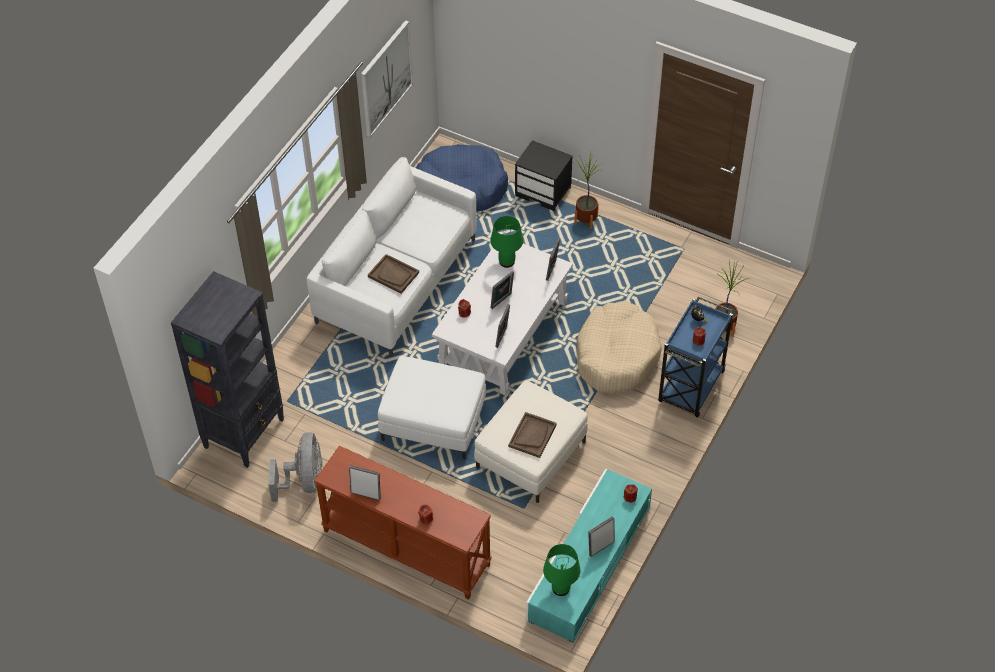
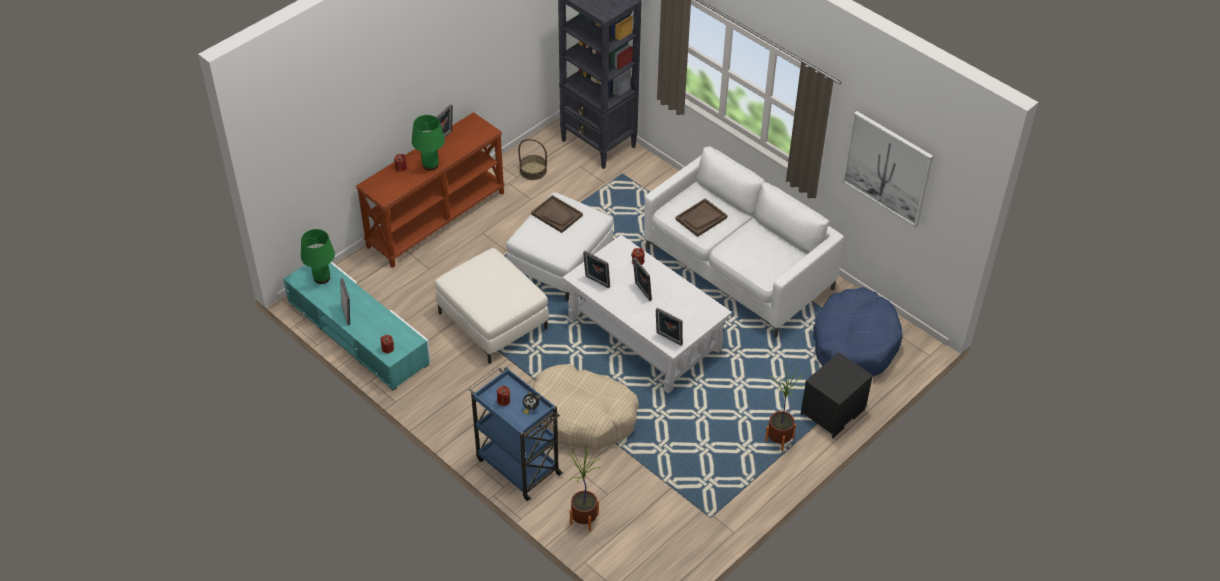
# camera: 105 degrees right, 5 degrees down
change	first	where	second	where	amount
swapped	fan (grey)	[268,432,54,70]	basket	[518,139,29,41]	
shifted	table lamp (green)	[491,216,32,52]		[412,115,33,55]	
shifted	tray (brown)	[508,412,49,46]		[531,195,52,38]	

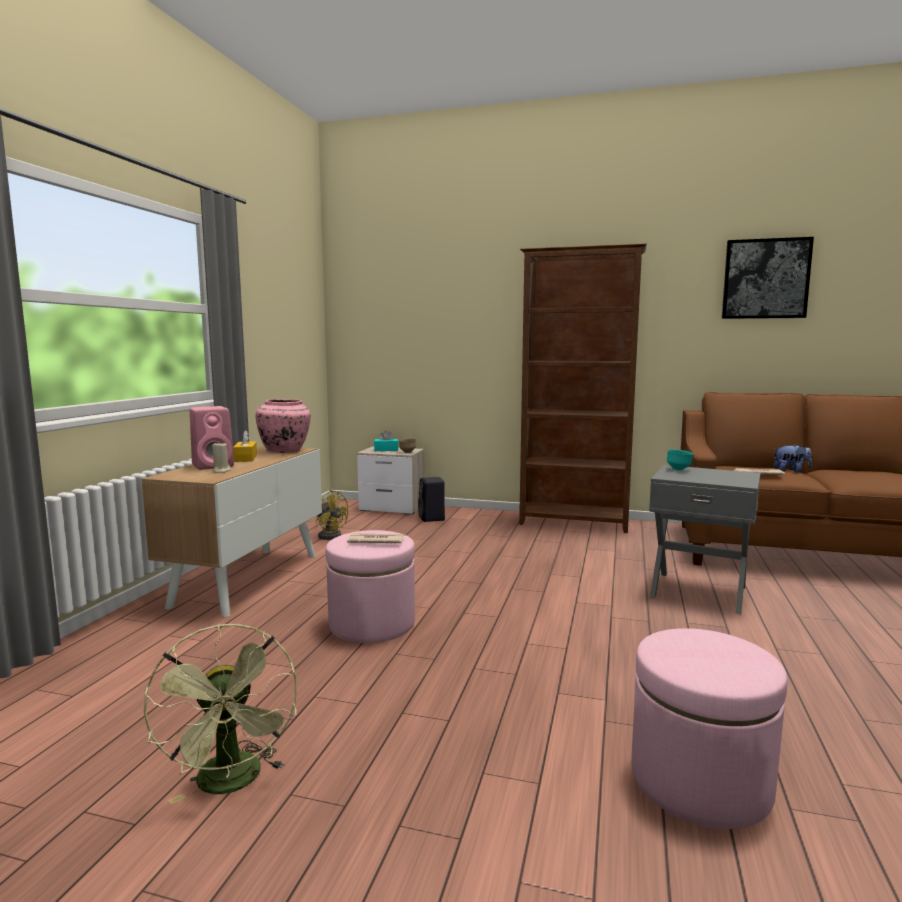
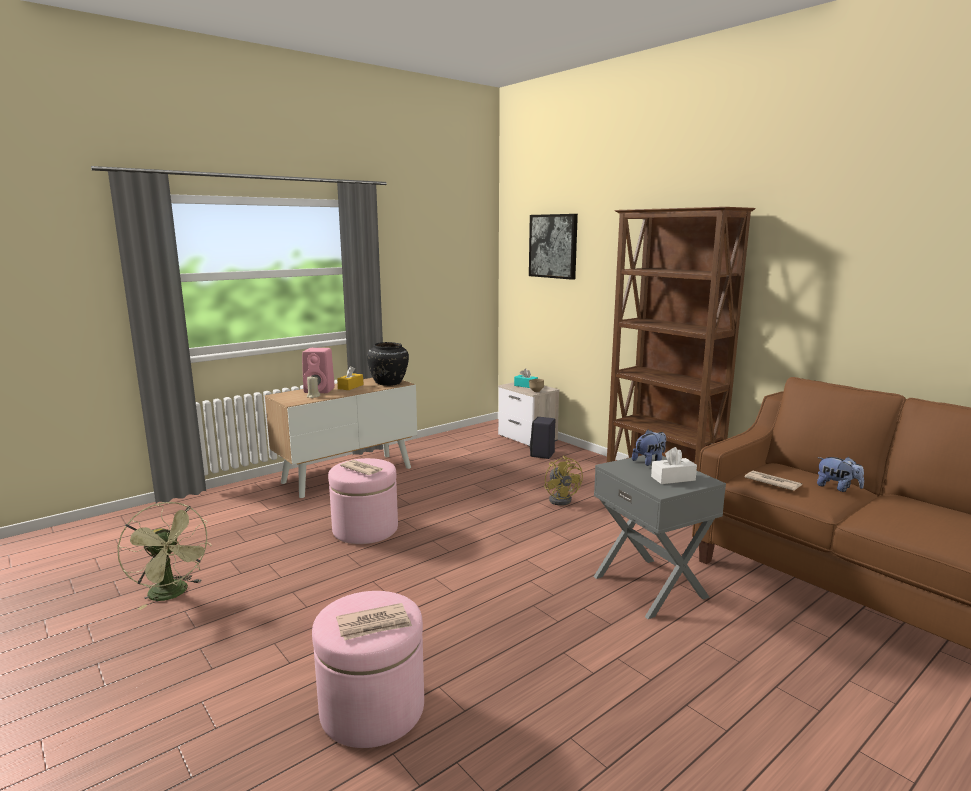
# camera: 35 degrees right, 5 degrees up
change	first	where	second	where	amount
rotated	fan (green)	[144,624,153,180]		[118,502,94,108]	60 degrees counterclockwise
repainted	vase (pink)	[256,399,55,54]	vase (black)	[367,342,42,44]	
shifted	fan (yellow)	[316,489,32,51]		[544,456,39,50]	
swapped	bowl (turquoise)	[667,449,26,22]	plush toy	[632,430,34,36]	
shifted	picture	[722,237,92,82]		[529,214,49,66]	
new			newspaper	[336,603,76,37]	
new			tissue box (white)	[651,447,46,37]	

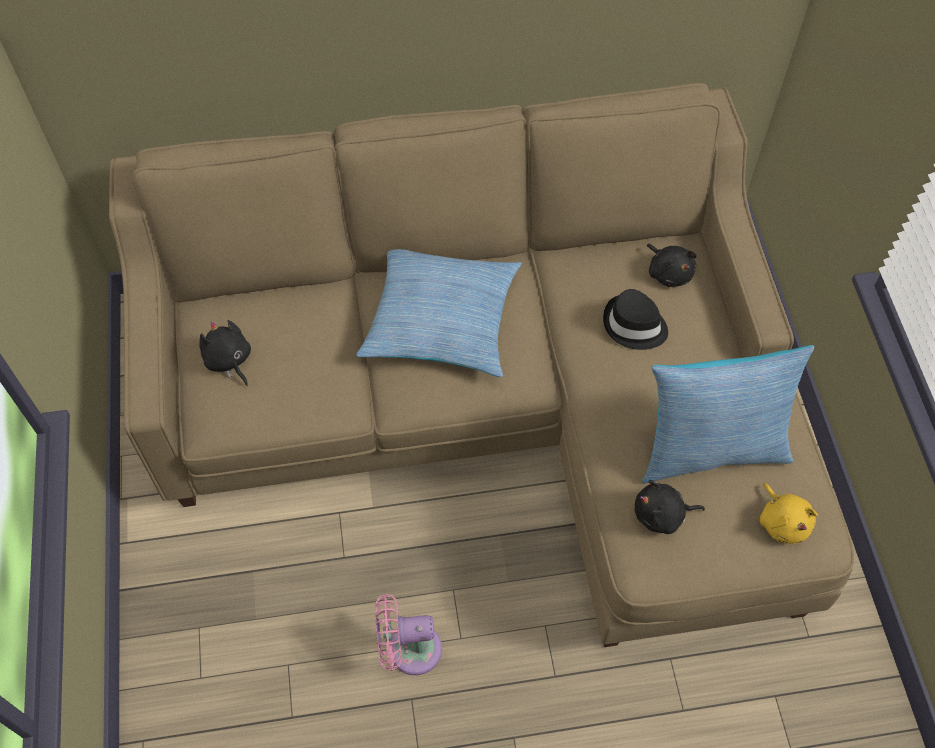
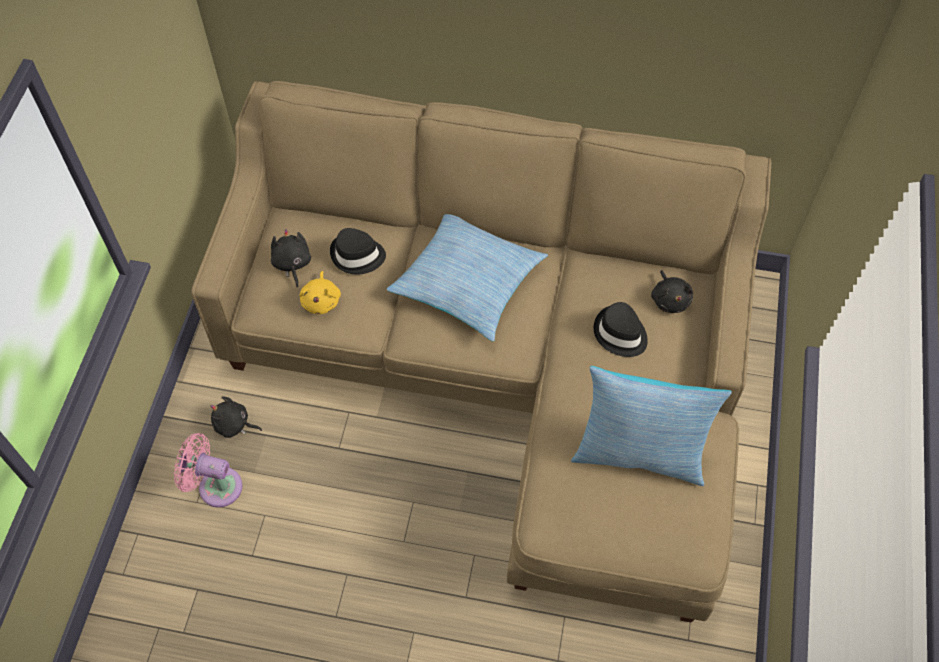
# camera: 20 degrees right, 0 degrees up
change	first	where	second	where	amount
shifted	fan (pink)	[375,594,67,81]		[174,433,69,75]	
shifted	plush toy (black)	[635,480,70,54]		[210,396,52,42]	
shifted	plush toy (yellow)	[760,483,58,61]		[299,271,42,43]	
new			hat (black)	[330,228,56,47]	

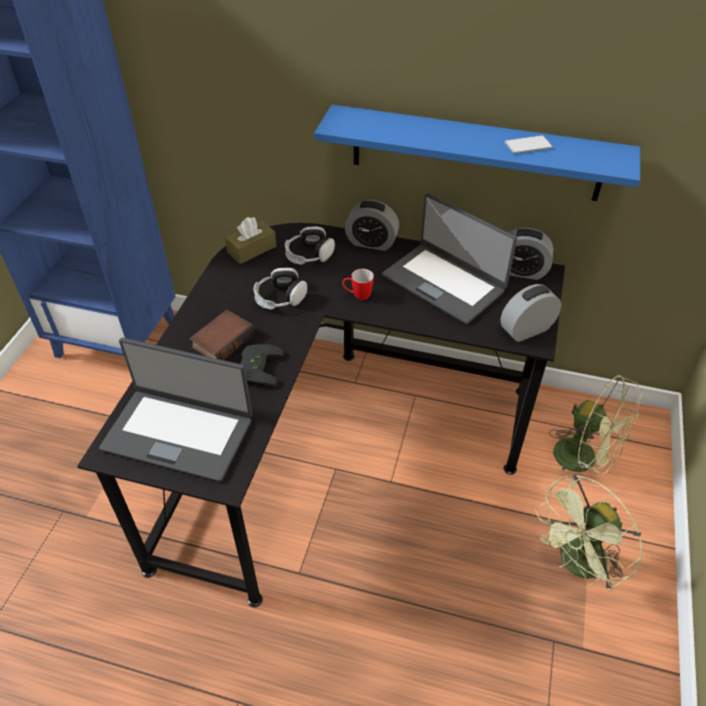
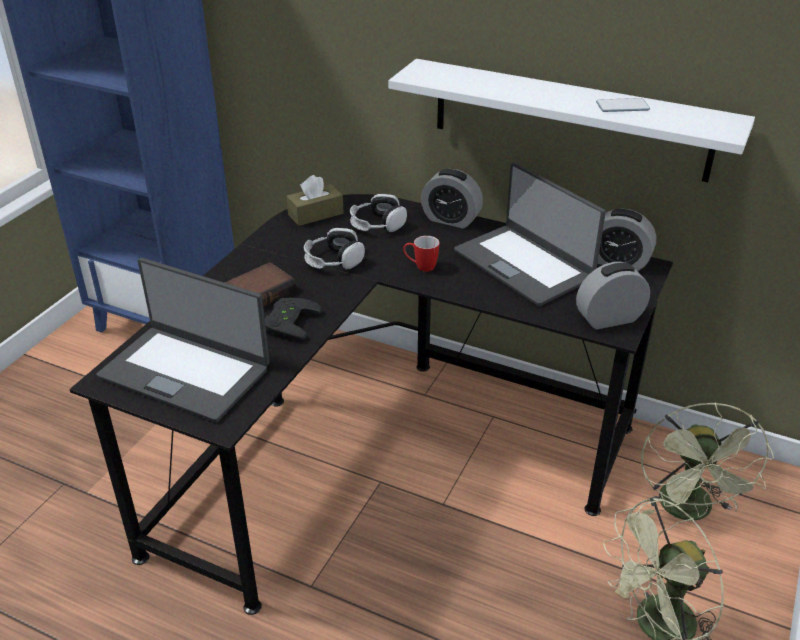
# camera: 10 degrees right, 10 degrees down
change	first	where	second	where	amount
repainted	shelf (blue)	[314,105,326,96]	shelf (white)	[389,59,366,123]	
rotated	fan (green)	[549,375,94,113]		[641,402,133,118]	45 degrees clockwise

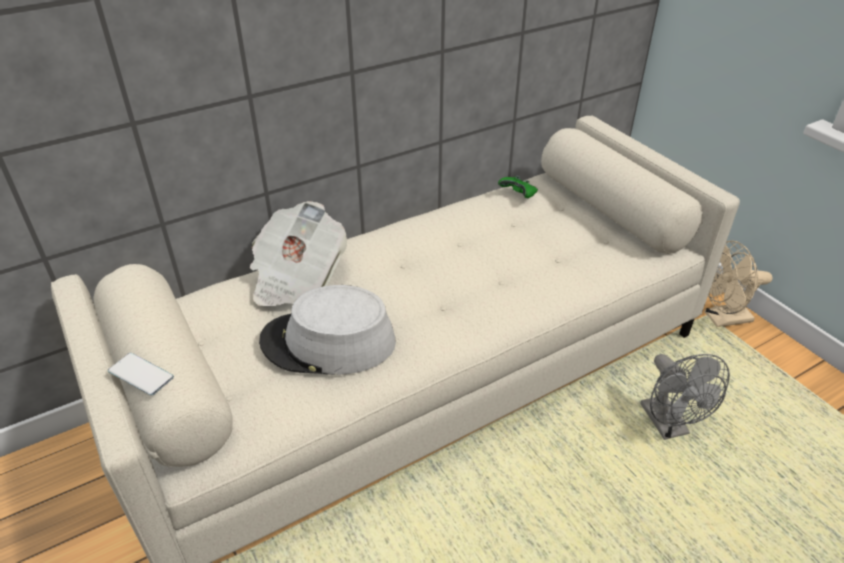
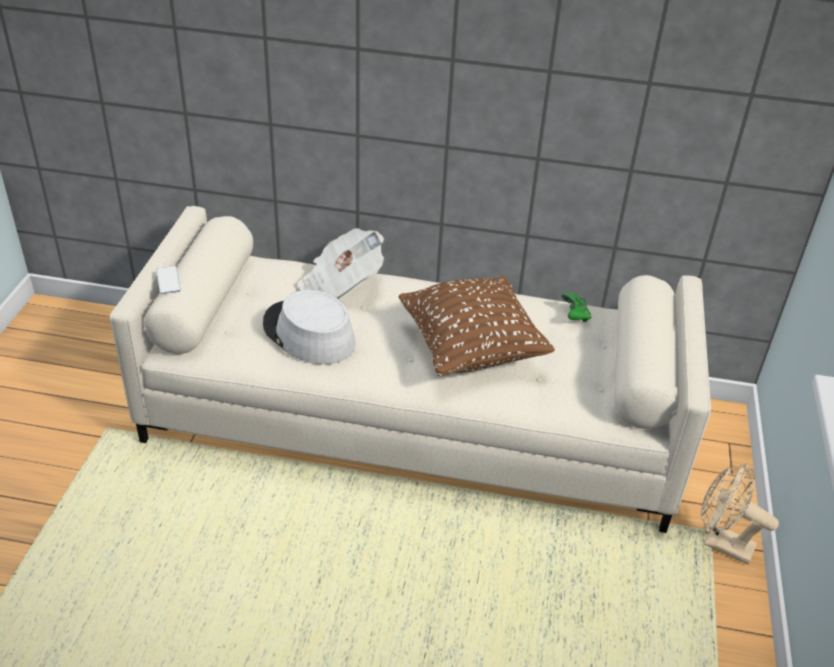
# camera: 40 degrees right, 0 degrees up
change	first	where	second	where	amount
gone	fan (grey)	[641,354,89,86]			
new			pillow (brown)	[398,276,157,100]	

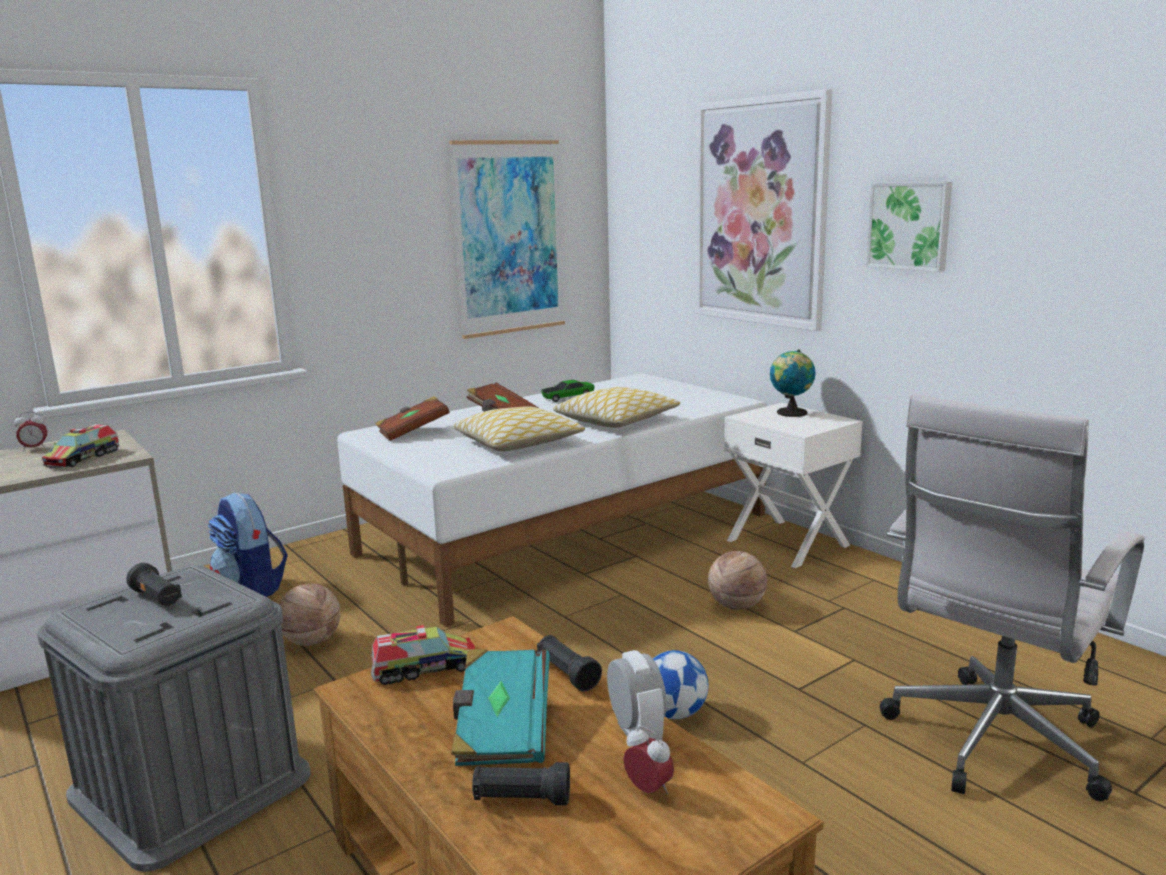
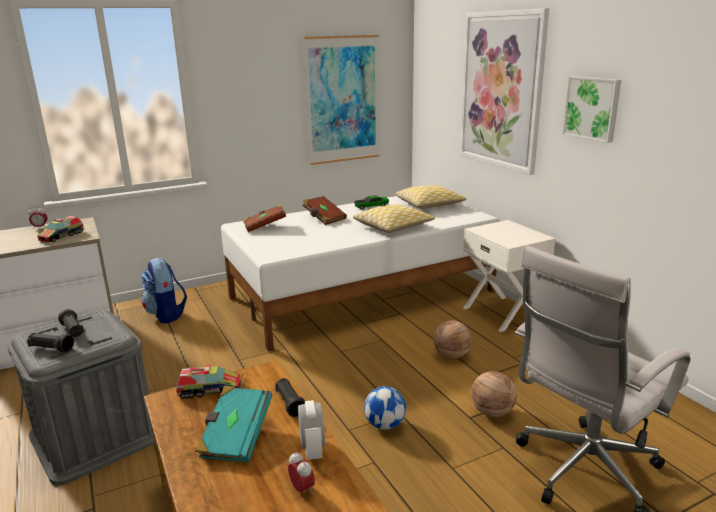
# camera: 10 degrees right, 5 degrees up
change	first	where	second	where	amount
shifted	basketball	[279,584,61,62]		[471,371,46,46]	
shifted	pillow	[453,406,132,45]		[395,185,71,24]	
shifted	flashlight (black)	[472,762,98,43]		[27,333,47,20]	
gone	globe	[770,350,45,67]			

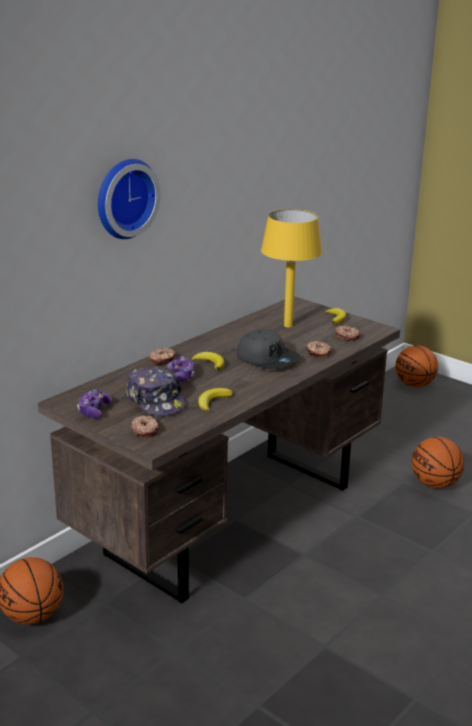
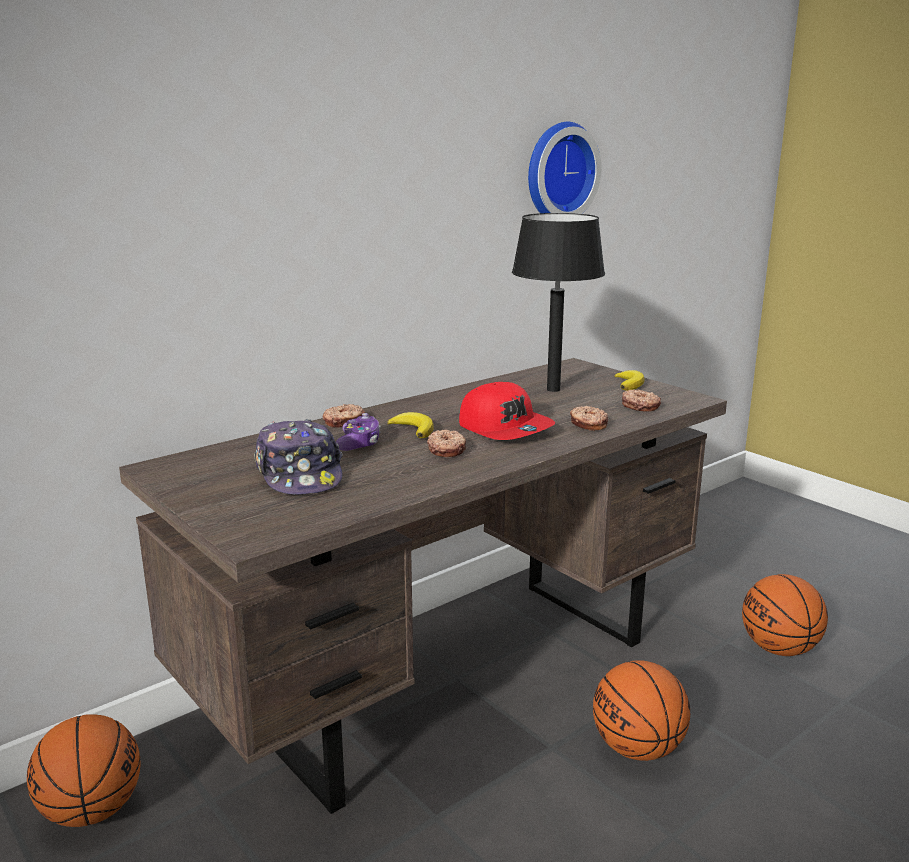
# camera: 10 degrees right, 5 degrees down
change	first	where	second	where	amount
gone	game controller	[77,389,35,29]			
shifted	wall clock	[98,159,63,80]		[528,122,73,92]	
shifted	donut	[131,415,28,23]		[427,429,39,28]	
gone	banana	[198,388,35,24]			
repainted	cap (grey)	[237,329,64,41]	cap (red)	[459,382,96,58]	
repainted	table lamp (yellow)	[261,209,61,119]	table lamp (black)	[512,213,93,179]	
shifted	basketball	[395,345,43,42]		[593,660,97,101]	

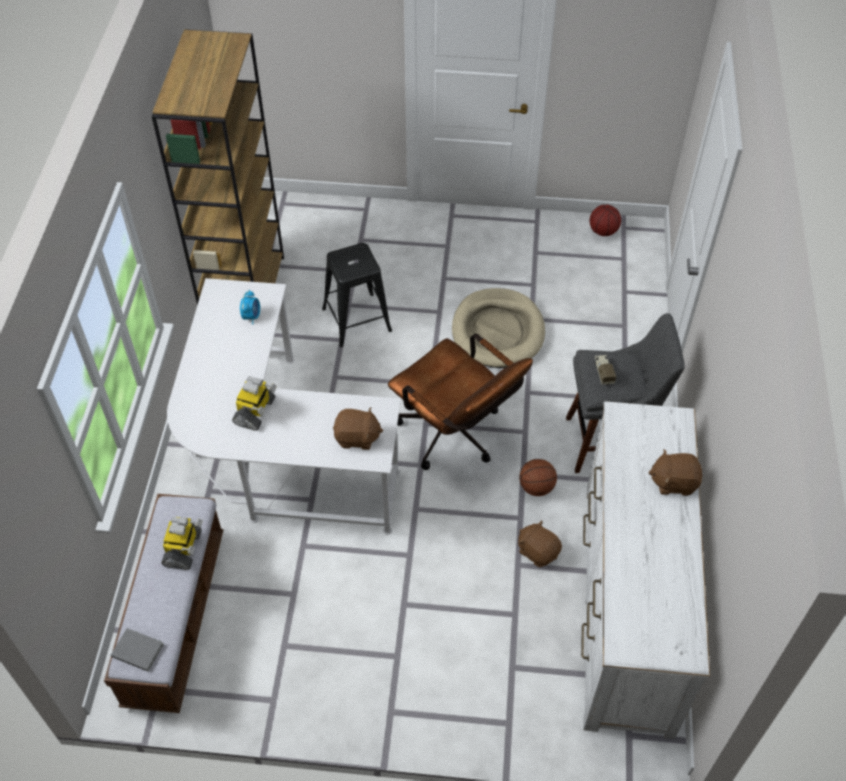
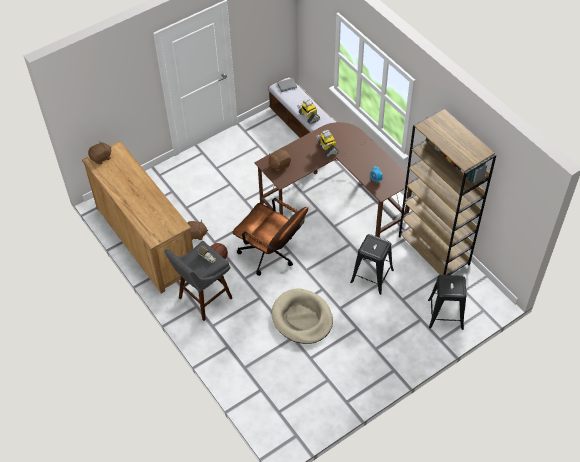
# camera: 140 degrees right, 0 degrees up
change	first	where	second	where	amount
repainted	desk (white)	[167,278,234,256]	desk (brown)	[254,122,159,116]	
rotated	office chair (brown)	[388,333,145,137]		[232,198,76,78]	150 degrees counterclockwise
repainted	dresser (white)	[581,401,129,338]	dresser (brown)	[82,141,111,153]	
gone	basketball	[590,205,31,31]			
shifted	plush toy (brown)	[648,449,54,47]		[88,141,23,24]	
new			stool (black)	[428,275,39,55]	

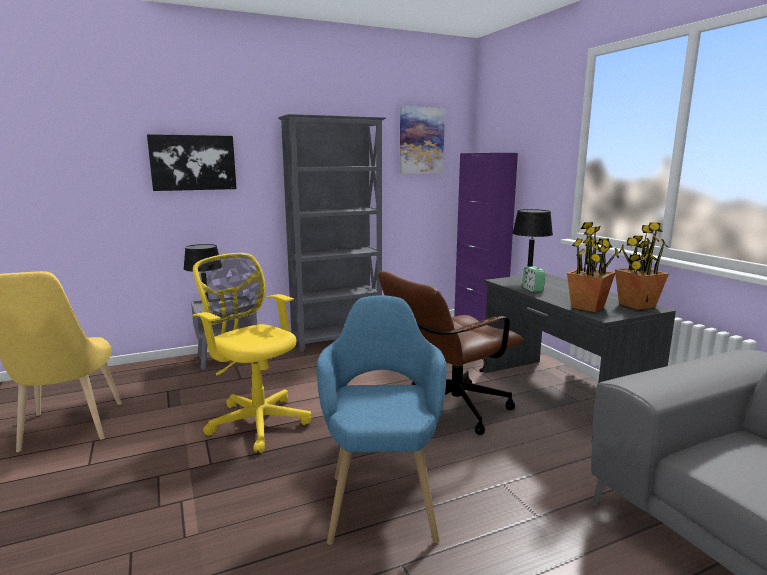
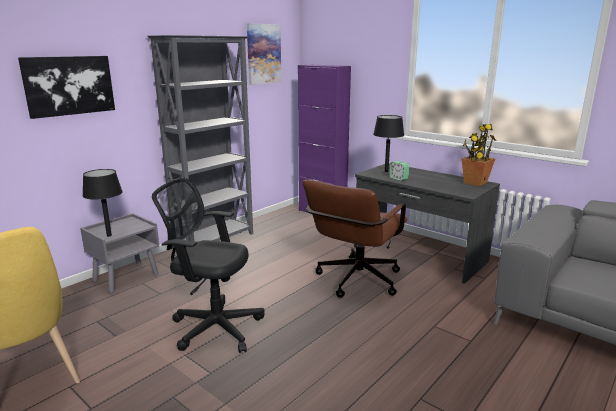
# camera: 25 degrees left, 5 degrees up
change	first	where	second	where	amount
repainted	office chair (yellow)	[192,253,119,200]	office chair (black)	[152,177,112,176]	
gone	armchair (blue)	[317,295,130,250]			
gone	potted plant	[567,222,52,90]			

